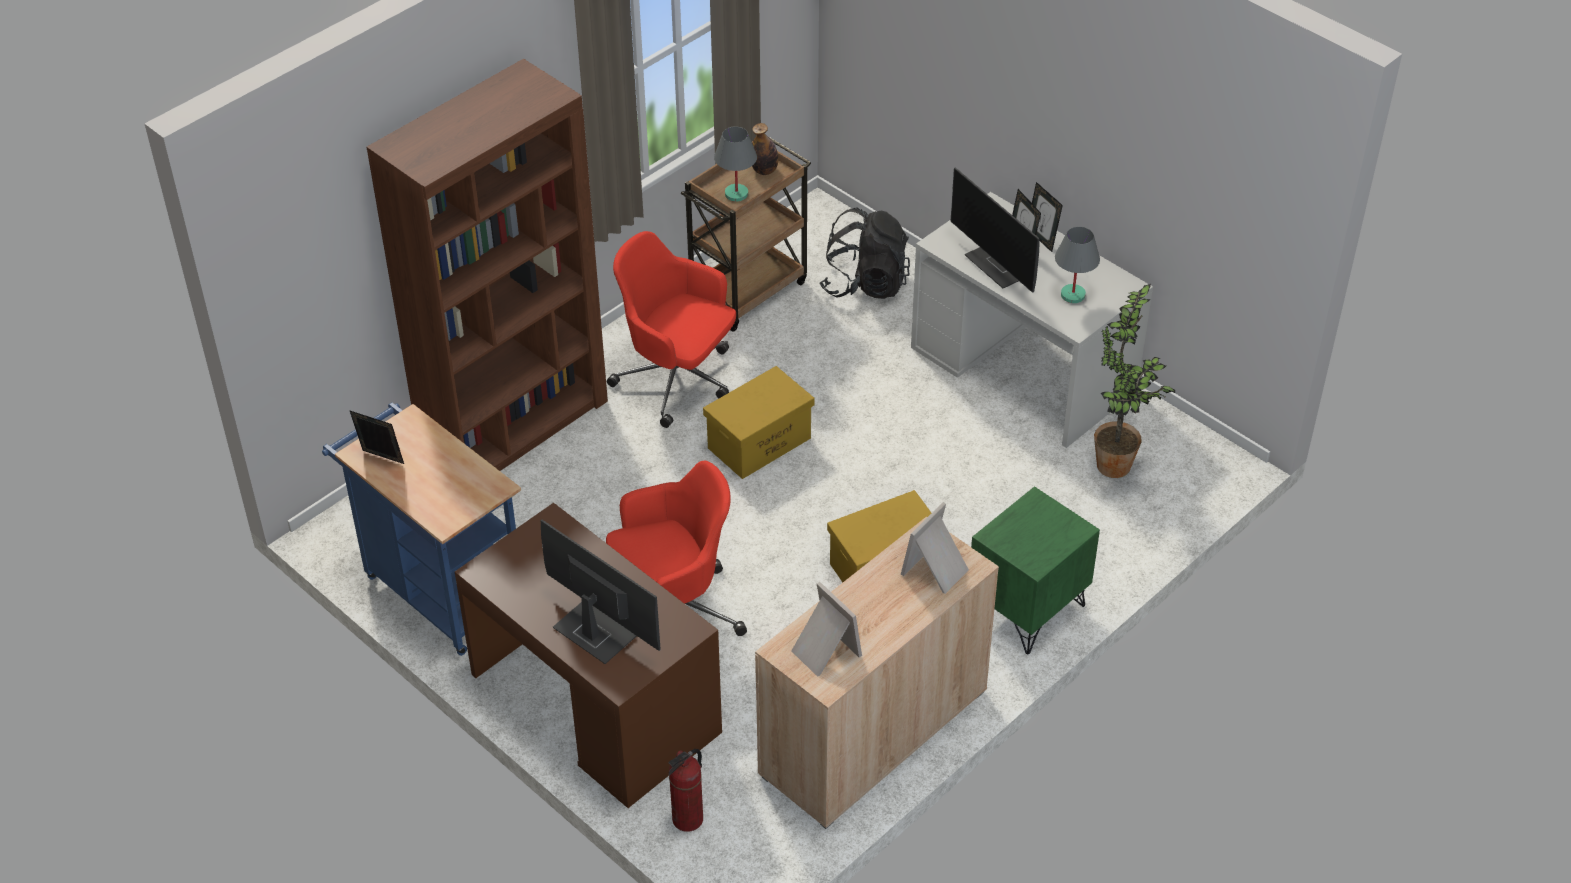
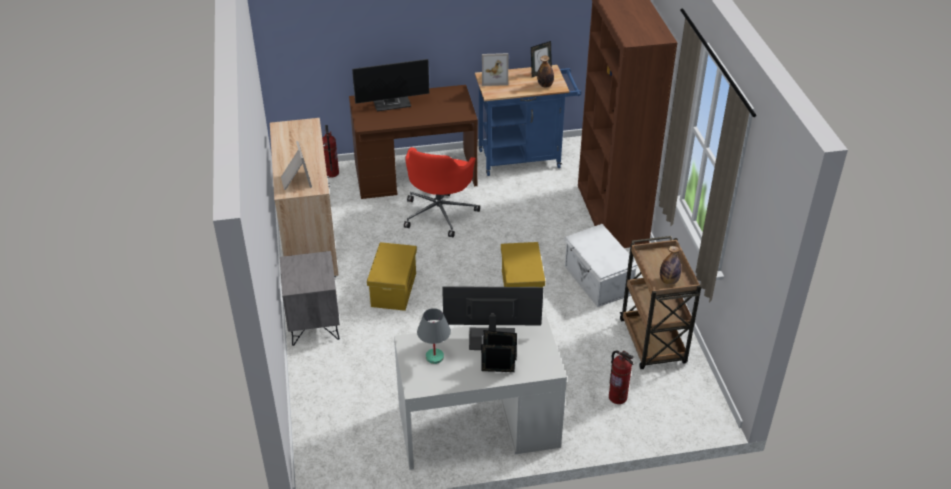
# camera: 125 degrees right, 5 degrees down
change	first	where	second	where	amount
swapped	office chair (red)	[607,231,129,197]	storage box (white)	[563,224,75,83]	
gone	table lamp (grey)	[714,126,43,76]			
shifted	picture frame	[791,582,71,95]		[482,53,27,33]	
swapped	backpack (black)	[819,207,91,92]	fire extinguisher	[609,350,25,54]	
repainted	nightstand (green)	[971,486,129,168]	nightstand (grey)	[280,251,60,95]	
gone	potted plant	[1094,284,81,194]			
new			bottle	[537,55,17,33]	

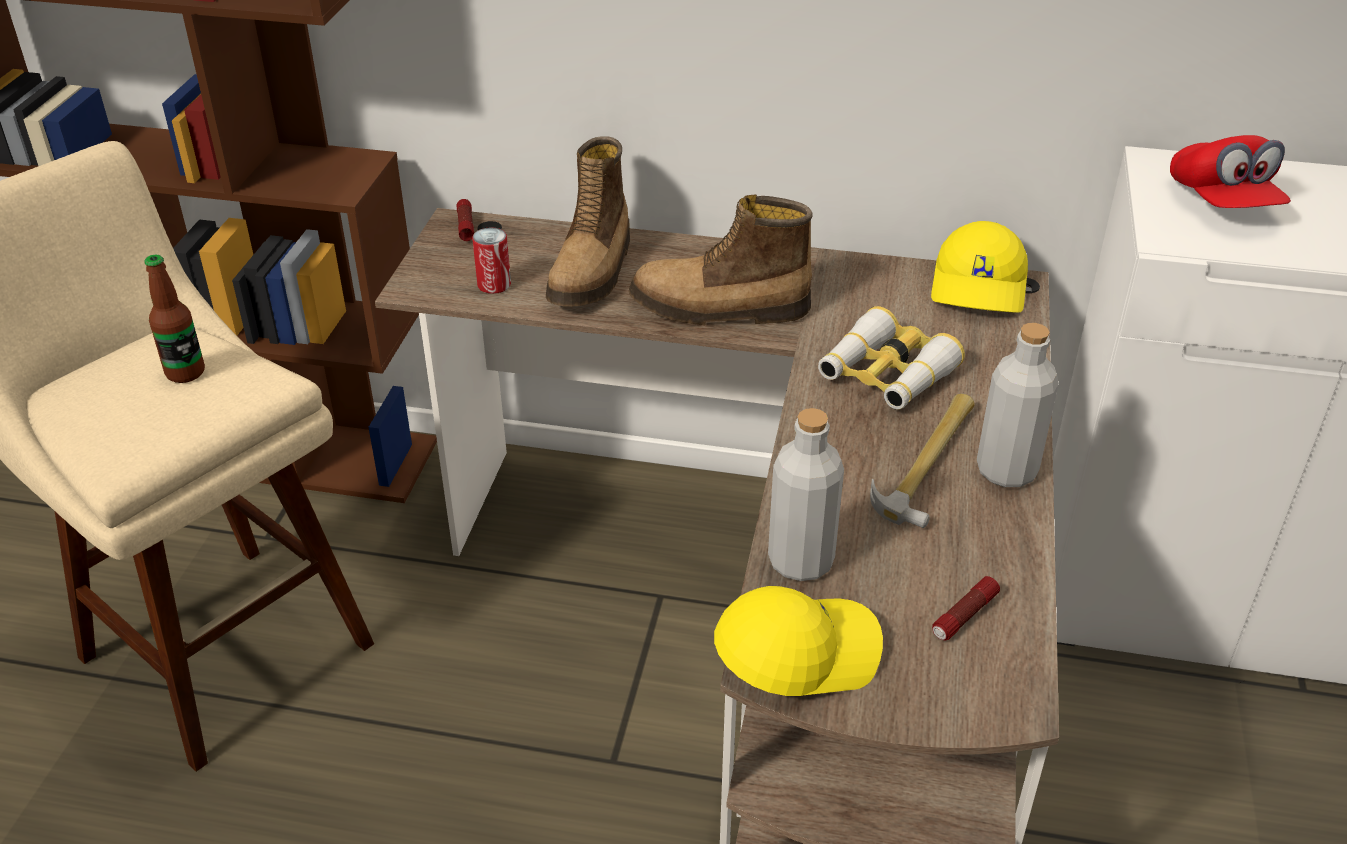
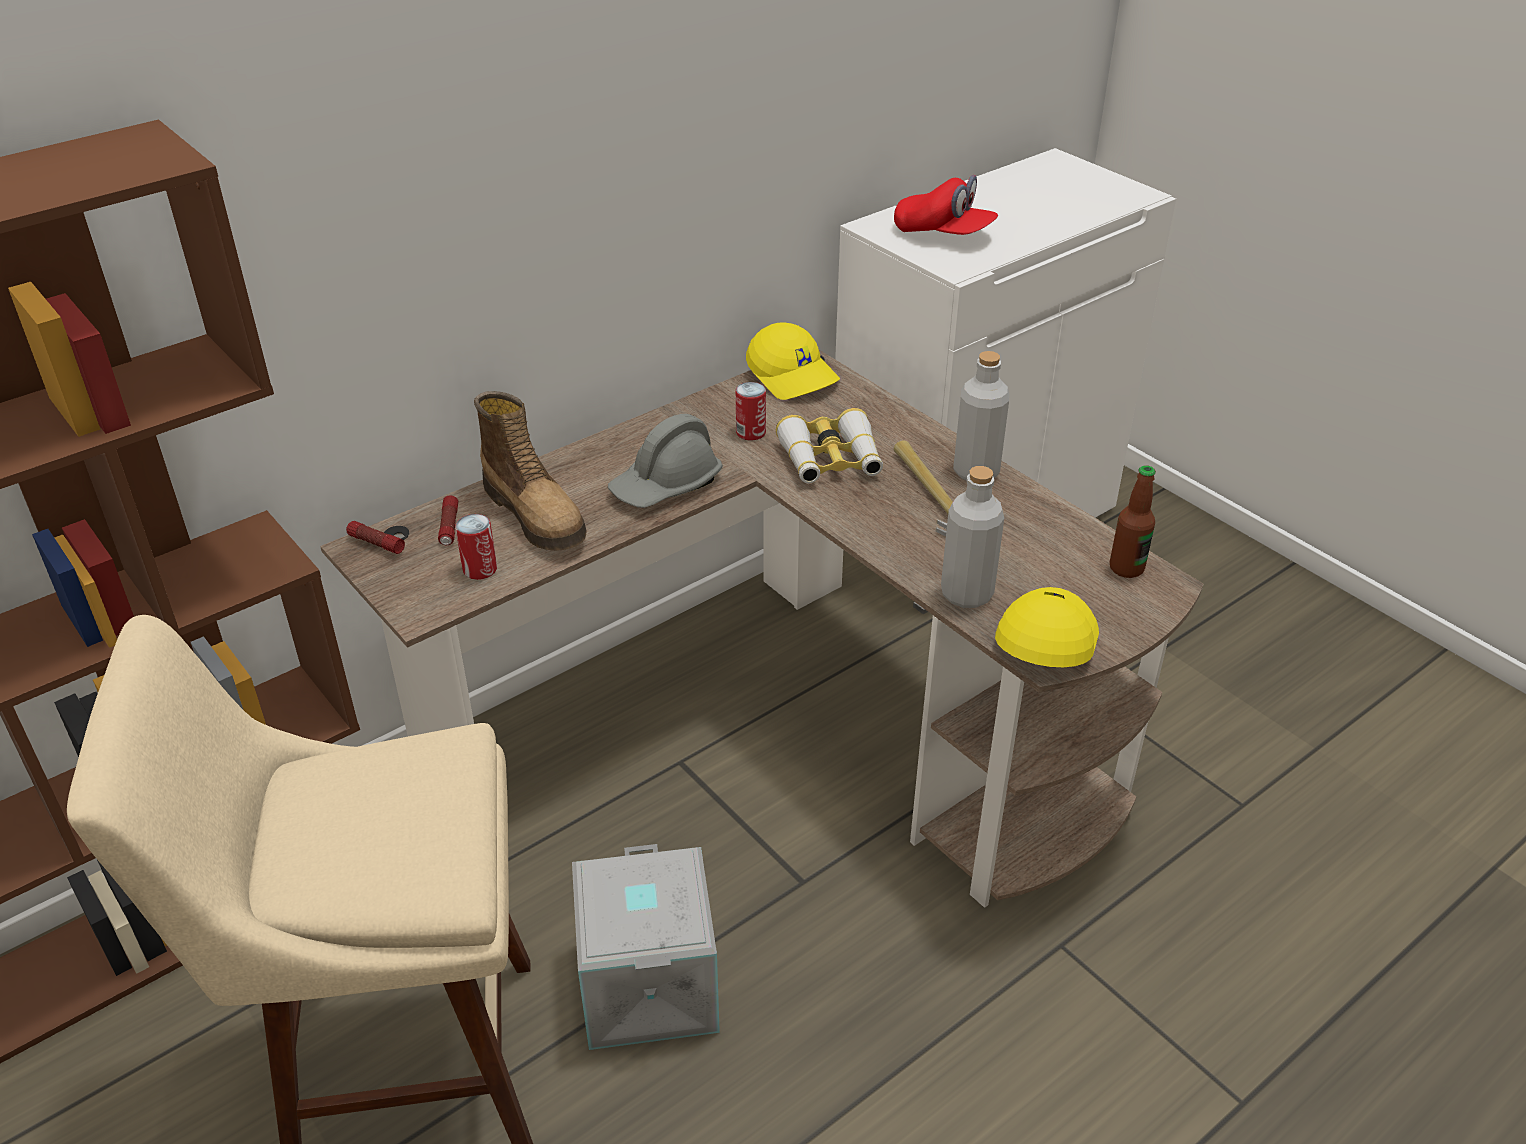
# camera: 50 degrees left, 0 degrees up
change	first	where	second	where	amount
shifted	bottle	[144,255,61,128]		[1110,465,46,113]	
swapped	boot	[629,194,184,131]	hard hat (grey)	[608,414,115,94]	
shifted	flashlight	[932,576,68,64]		[438,495,20,50]	
new			storage box (grey)	[572,844,148,206]	
new			can	[736,382,30,58]	

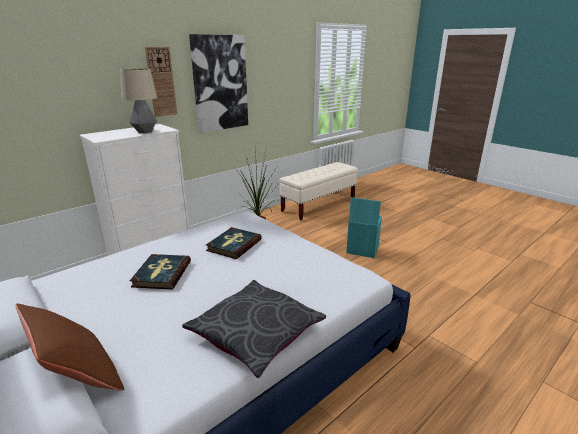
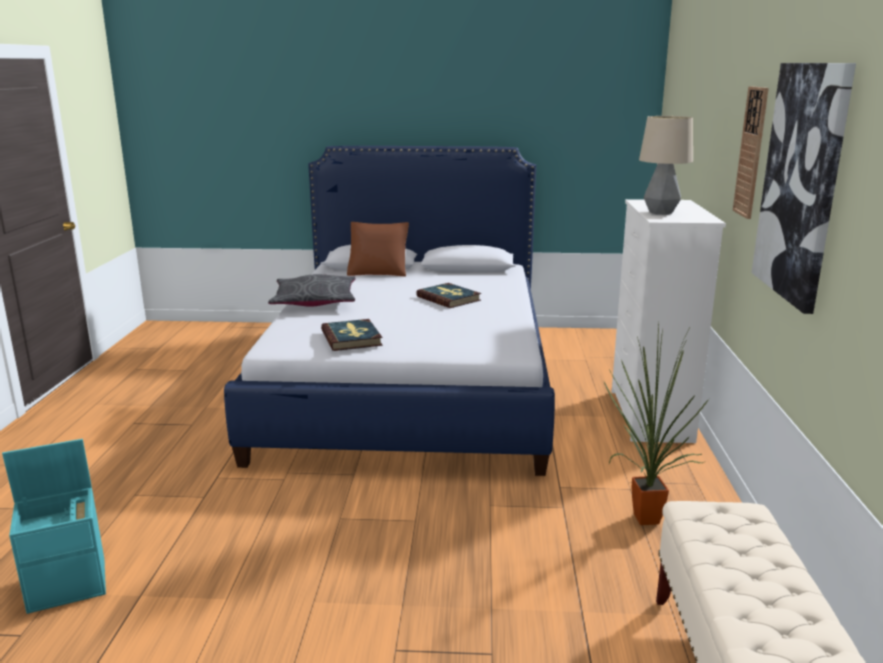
# camera: 135 degrees right, 5 degrees down
change	first	where	second	where	amount
shifted	book	[206,227,56,32]		[321,319,62,32]	
shifted	storage box (turquoise)	[346,197,36,61]		[2,439,104,175]	

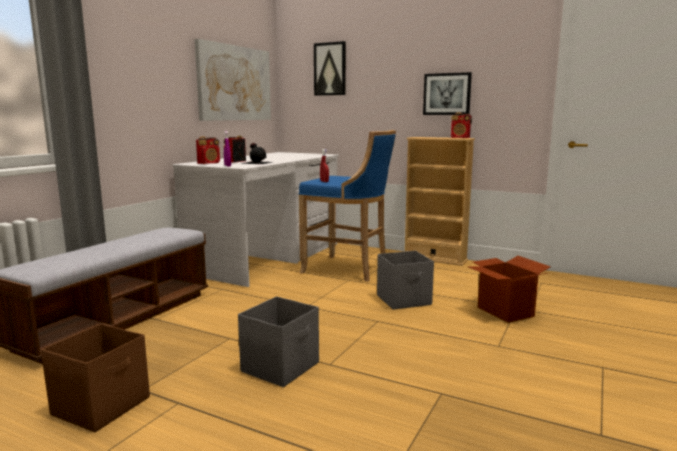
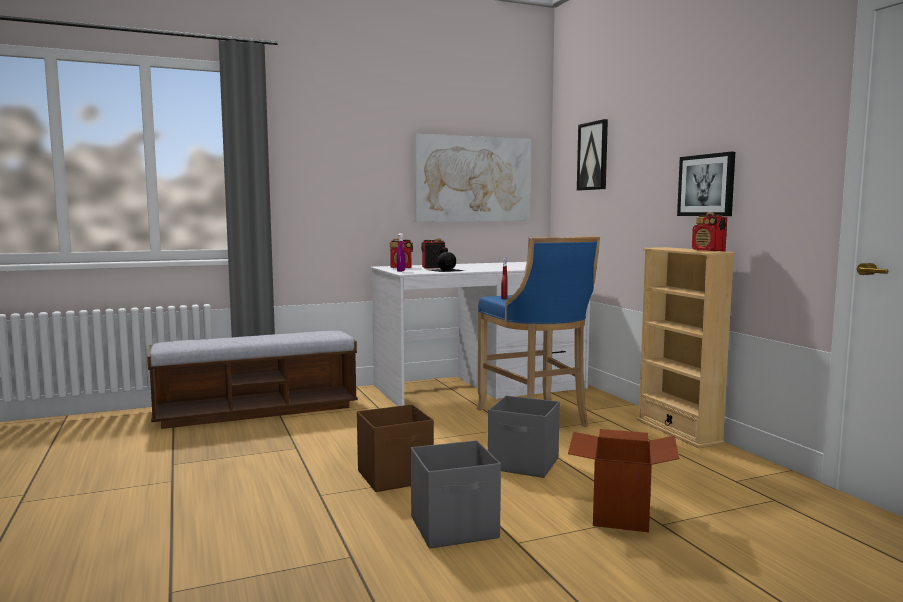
# camera: 40 degrees right, 5 degrees down
change	first	where	second	where	amount
shifted	storage box (brown)	[41,324,109,108]		[357,404,77,88]	
shifted	storage box (grey)	[238,296,81,91]		[411,440,90,109]	

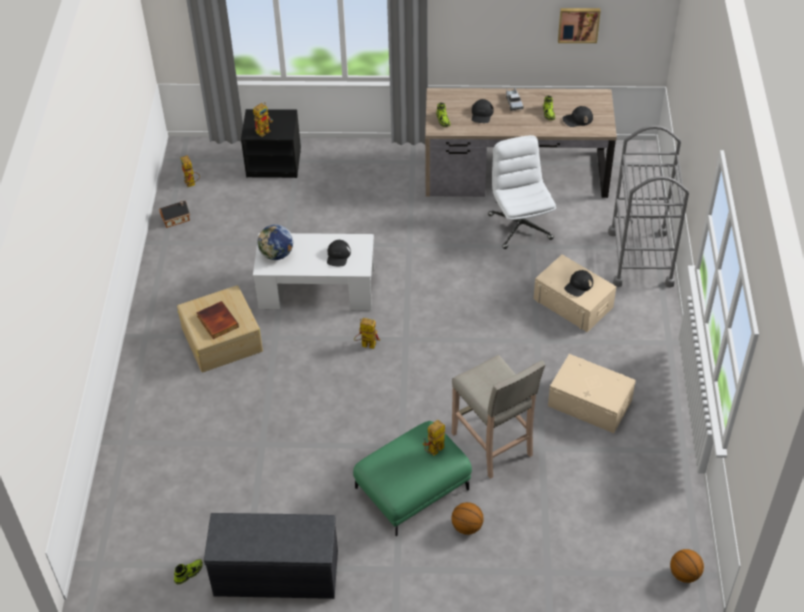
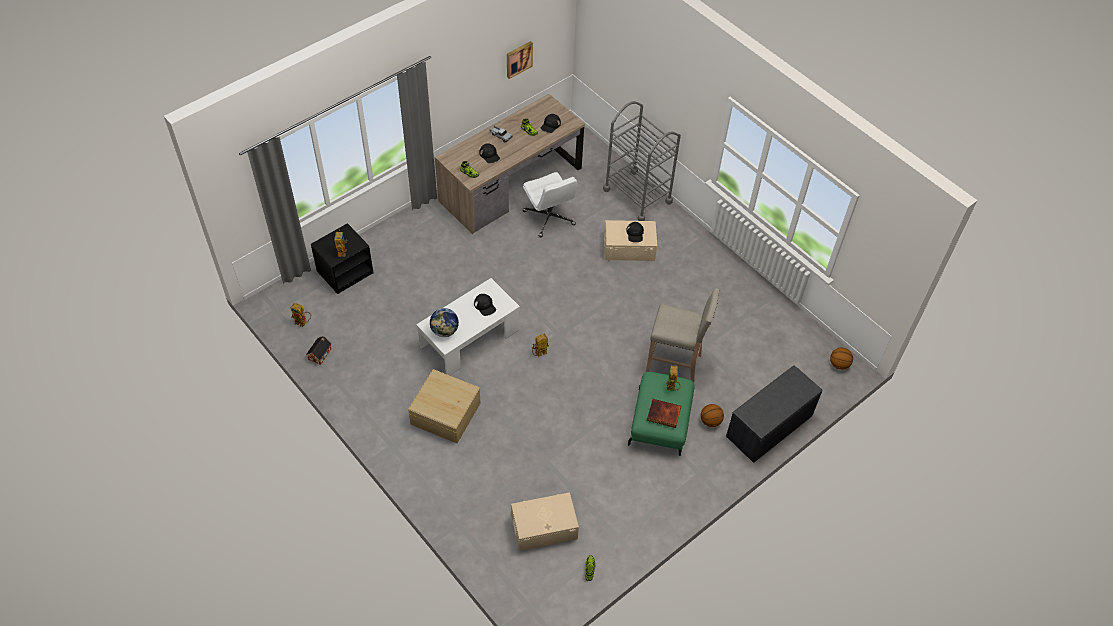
# camera: 45 degrees left, 5 degrees up
change	first	where	second	where	amount
shifted	book	[197,301,42,38]		[647,399,34,29]	
shifted	bench (grey)	[204,513,134,86]		[726,365,97,98]	
rotated	office chair (white)	[488,135,68,114]		[523,172,54,65]	150 degrees counterclockwise
shifted	storage box (beige)	[548,354,88,79]		[511,492,68,59]	

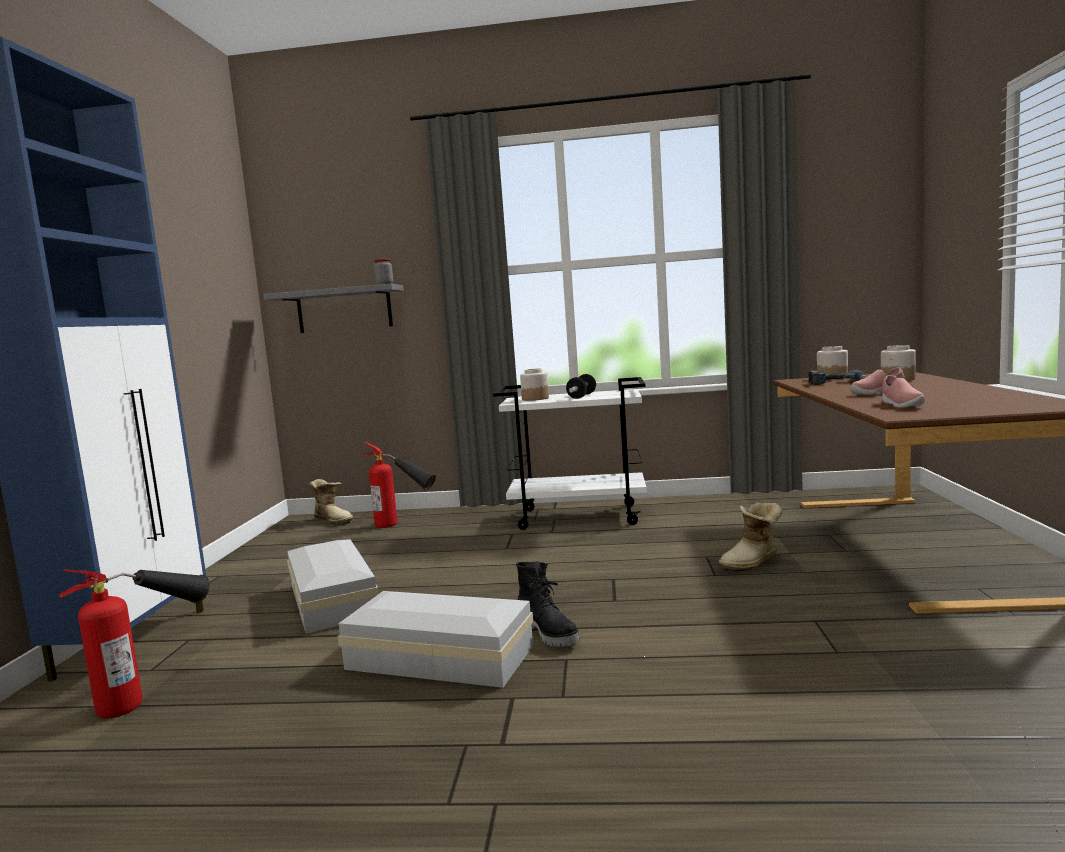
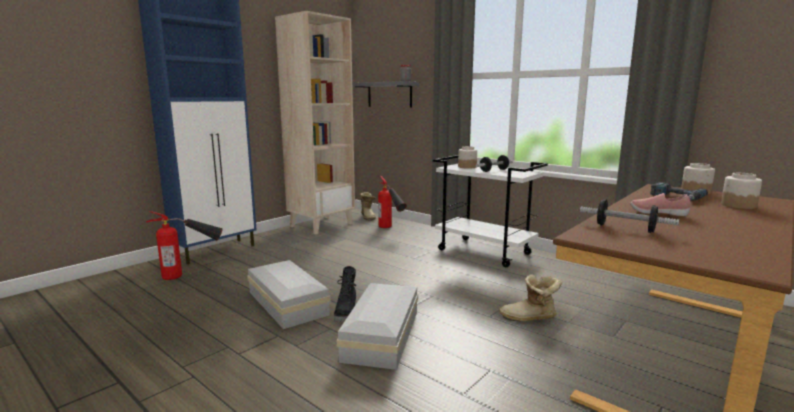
# camera: 35 degrees right, 5 degrees up
change	first	where	second	where	amount
shifted	storage box (white)	[287,539,92,95]		[337,283,81,87]	
swapped	shoe (pink)	[882,375,43,33]	dumbbell	[580,199,99,34]	
new			bookcase (beige)	[275,11,80,223]	

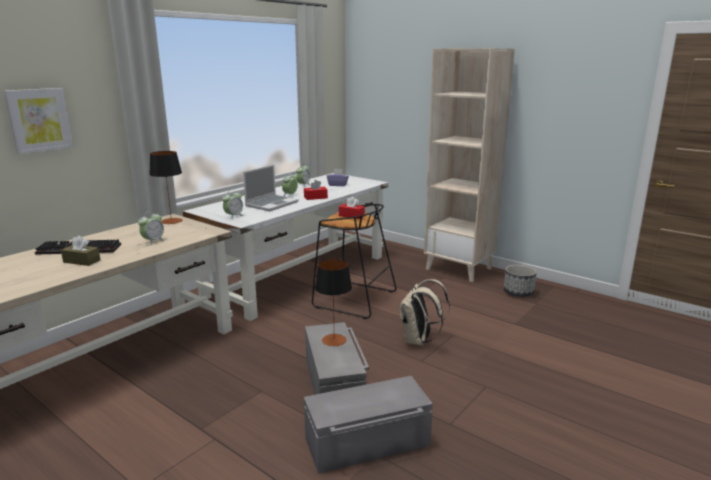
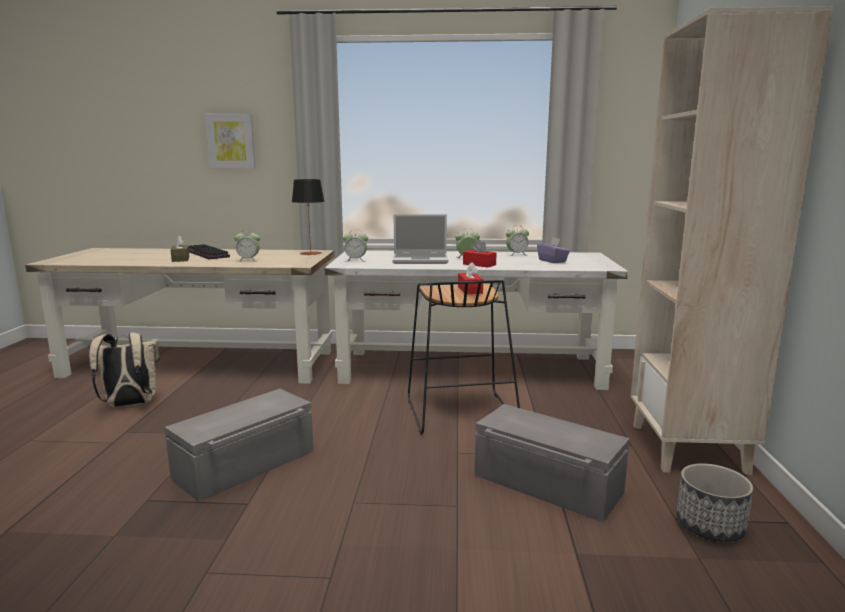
# camera: 55 degrees right, 5 degrees down
change	first	where	second	where	amount
shifted	storage box (grey)	[304,376,129,98]		[474,404,156,118]	
gone	table lamp	[315,259,37,87]			
shifted	backpack (beige)	[400,279,50,67]		[89,332,71,75]	

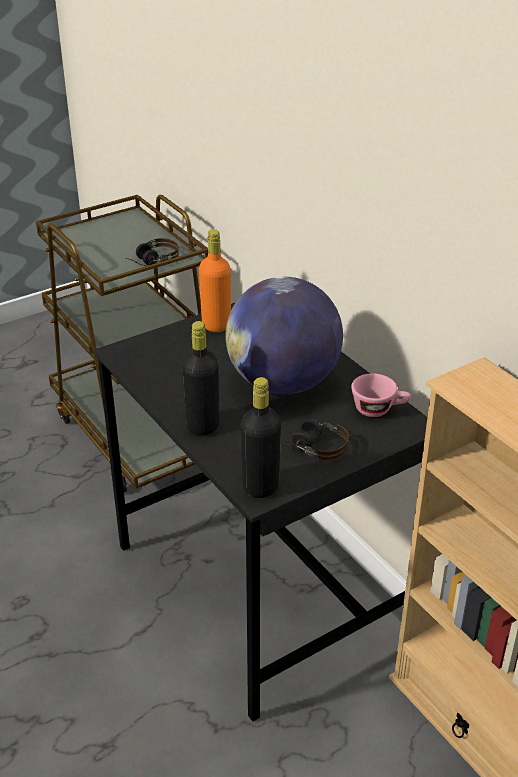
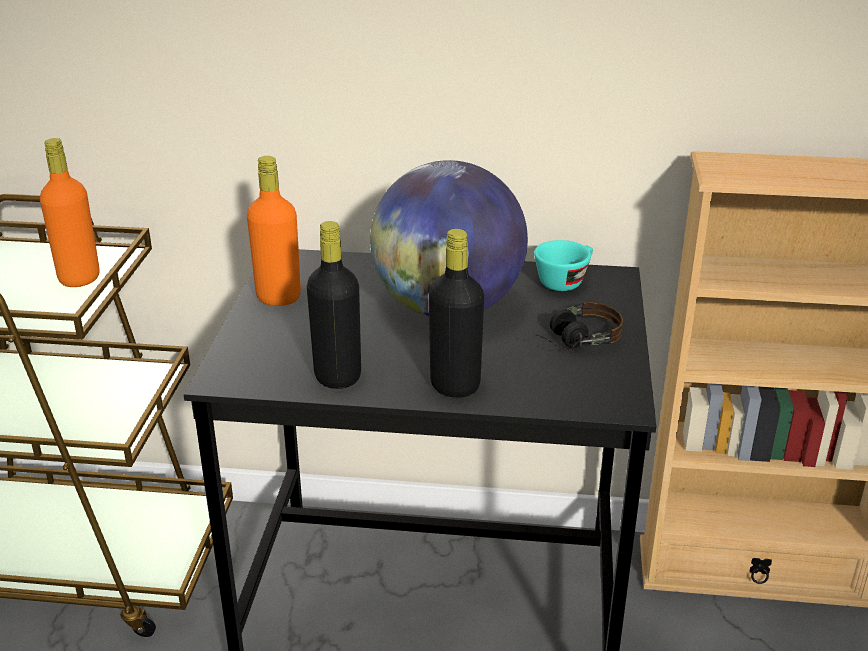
# camera: 50 degrees left, 5 degrees down
change	first	where	second	where	amount
swapped	headphones	[126,238,53,28]	bottle (orange)	[40,138,60,149]	
shifted	bottle (black)	[241,377,40,121]		[307,221,54,168]	
repainted	cup (pink)	[351,374,60,43]	cup (turquoise)	[534,240,59,51]	

